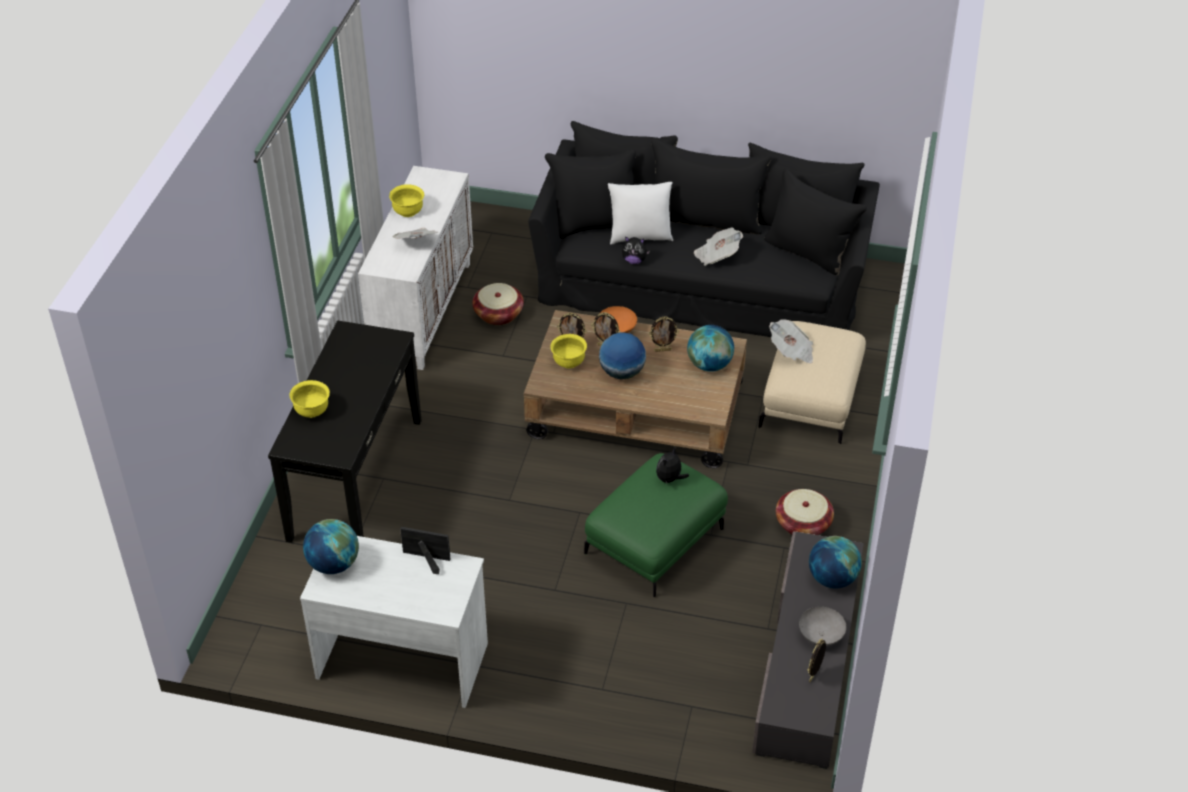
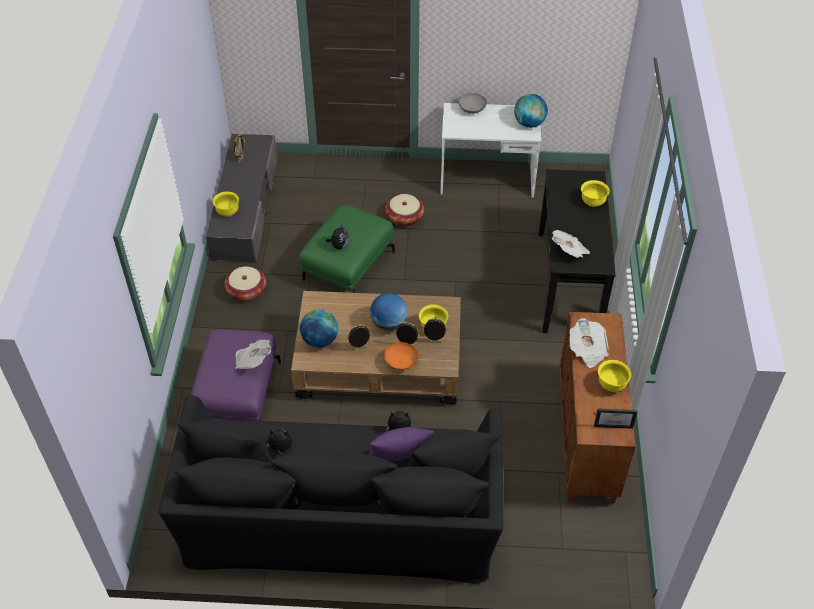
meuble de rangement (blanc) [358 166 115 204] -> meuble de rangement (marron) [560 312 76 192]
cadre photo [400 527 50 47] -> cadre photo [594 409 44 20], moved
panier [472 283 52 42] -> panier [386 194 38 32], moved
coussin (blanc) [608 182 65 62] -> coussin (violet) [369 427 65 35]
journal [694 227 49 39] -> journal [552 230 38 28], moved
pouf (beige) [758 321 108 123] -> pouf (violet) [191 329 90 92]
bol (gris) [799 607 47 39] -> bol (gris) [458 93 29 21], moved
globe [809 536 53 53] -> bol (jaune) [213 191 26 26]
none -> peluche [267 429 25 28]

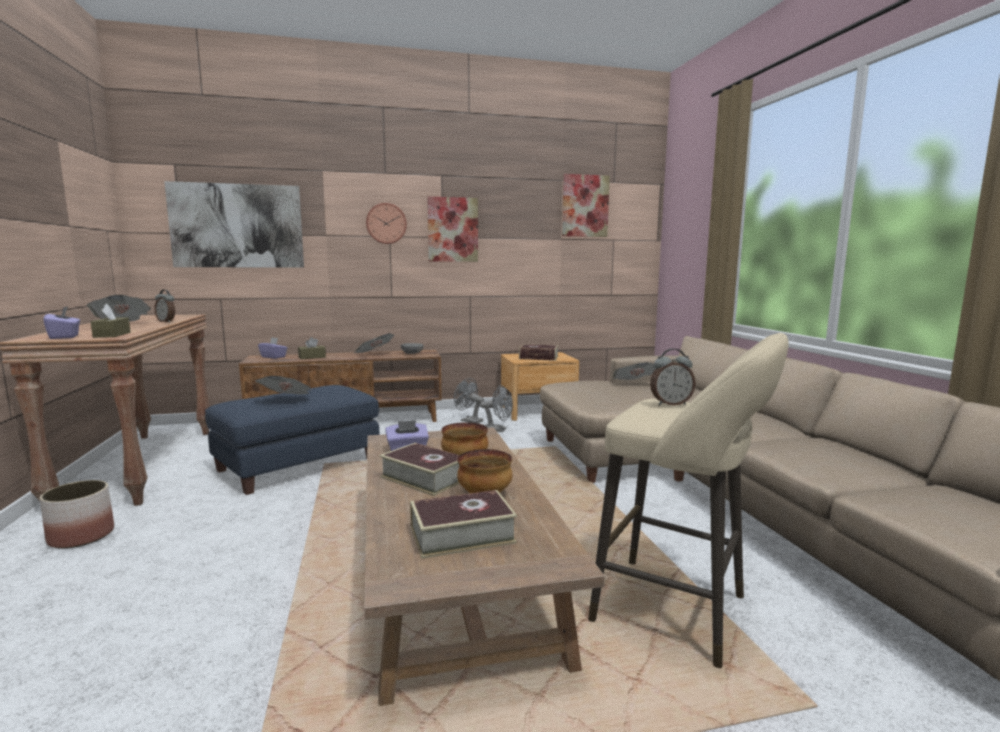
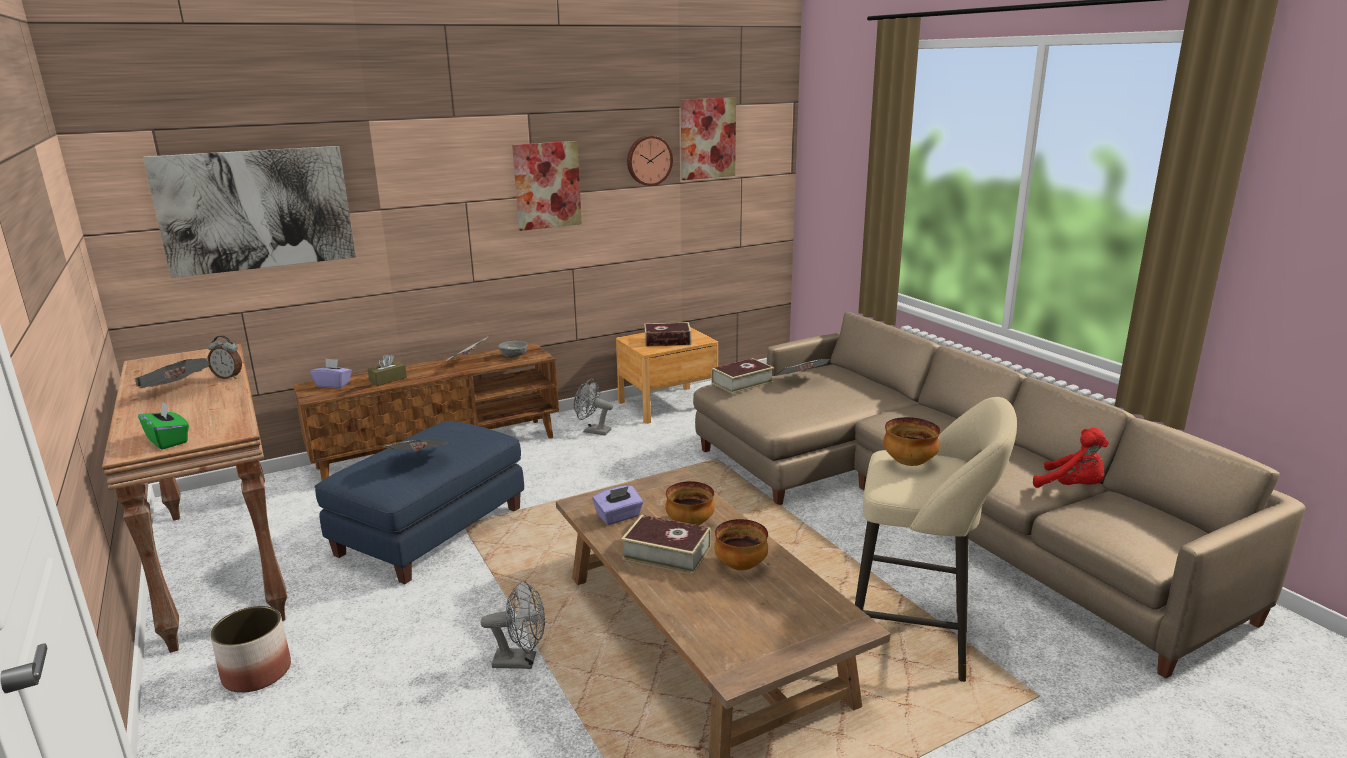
boîte à mouchoirs (violet) [43 306 37 33] -> boîte à mouchoirs (vert) [138 402 51 48]
boîte à mouchoirs (marron) [91 304 39 34] -> none
horloge murale [366 203 41 41] -> horloge murale [627 135 46 51], moved
livre [410 490 107 69] -> livre [711 358 63 36], moved
ventilateur (gris) [480 385 33 47] -> ventilateur (gris) [480 581 65 88], moved
réveil [650 348 46 57] -> bol [883 417 57 49]
none -> peluche (rouge) [1033 428 76 60]

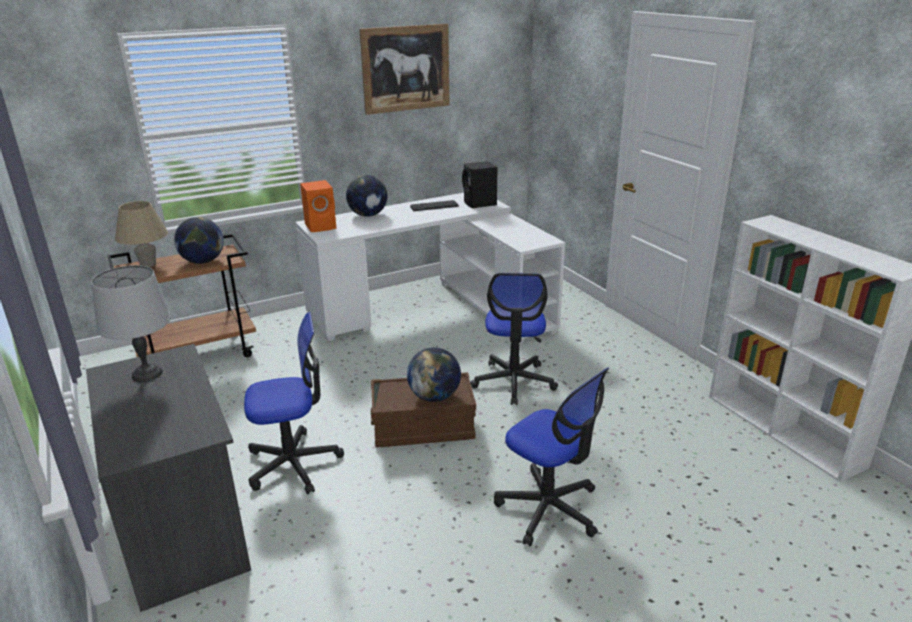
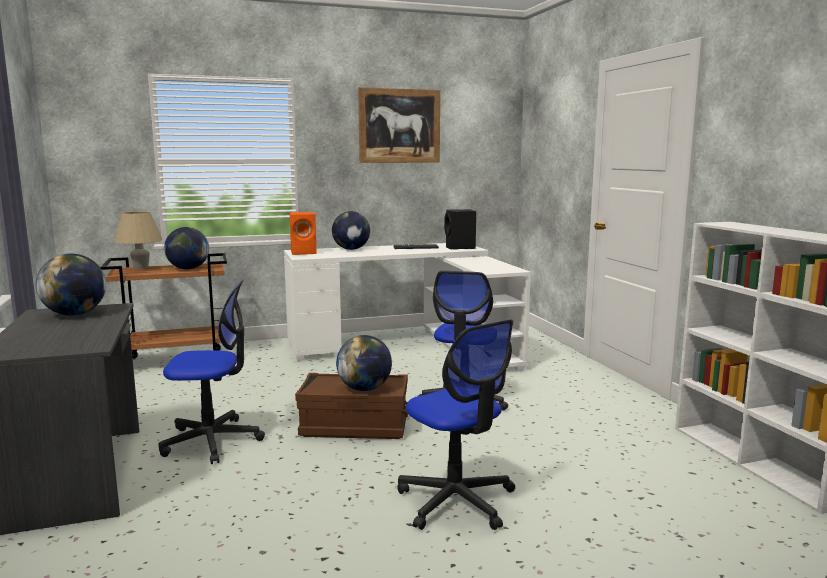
lampe de table (gris) [91 265 80 117] -> globe [36 254 70 62]

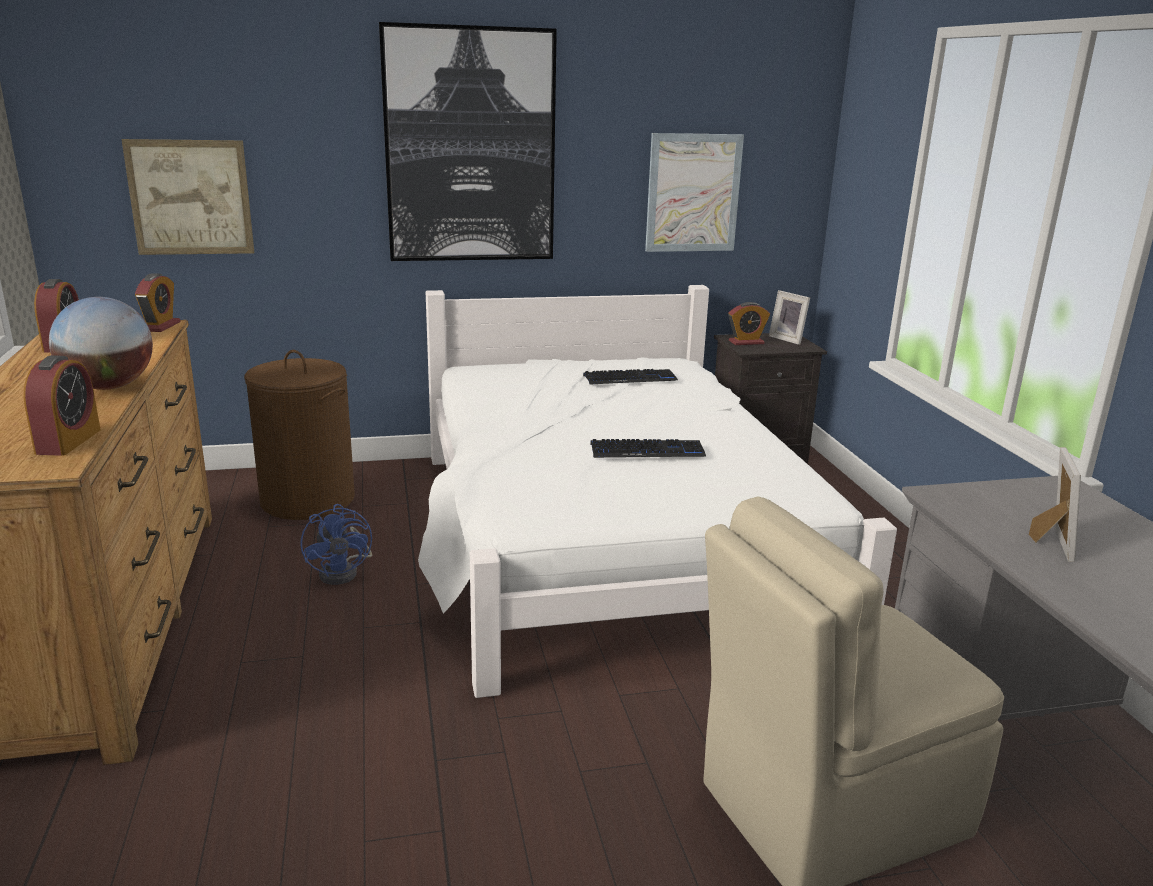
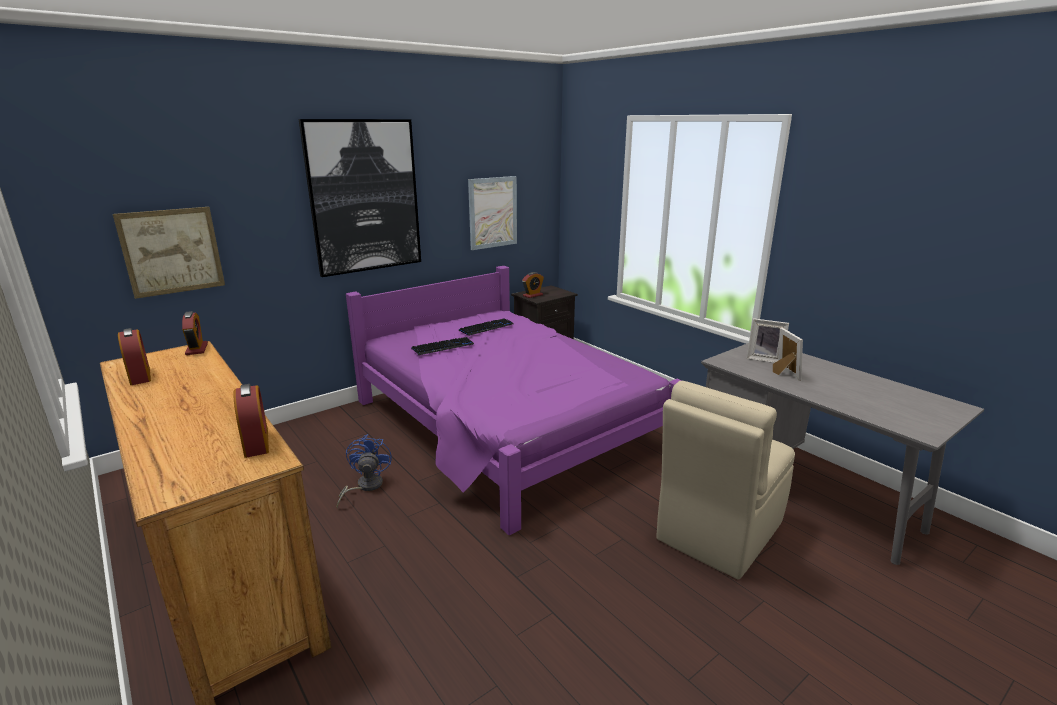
globe [49 297 104 93] -> none
panier à linge (marron) [244 350 111 170] -> none
ventilateur (bleu) [300 504 72 81] -> ventilateur (bleu) [336 434 56 74], 135 degrees counterclockwise
lit (blanc) [418 285 479 413] -> lit (violet) [346 266 336 269]
clavier [590 439 116 19] -> clavier [411 337 63 18], moved
cadre photo [769 290 41 55] -> cadre photo [746 318 43 45], moved

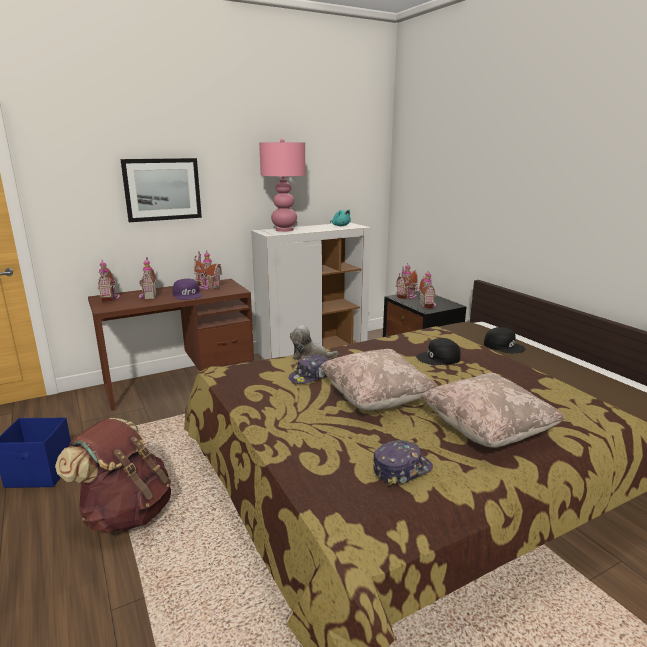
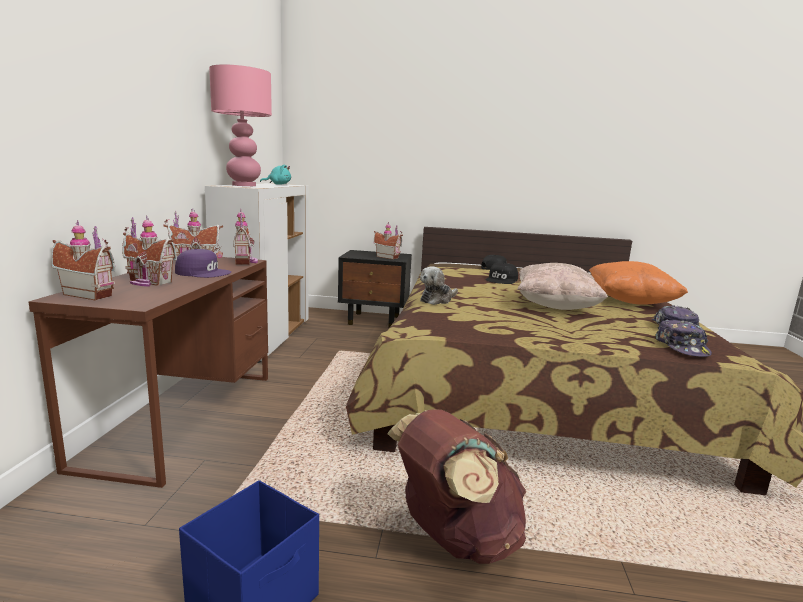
tableau [120 158 82 64] -> none
casquette [289 354 40 30] -> casquette [655 319 57 38], moved
maison miniature [396 264 22 35] -> maison miniature [233 209 25 56], moved
coussin (beige) [420 373 145 74] -> coussin (orange) [589 261 99 44]

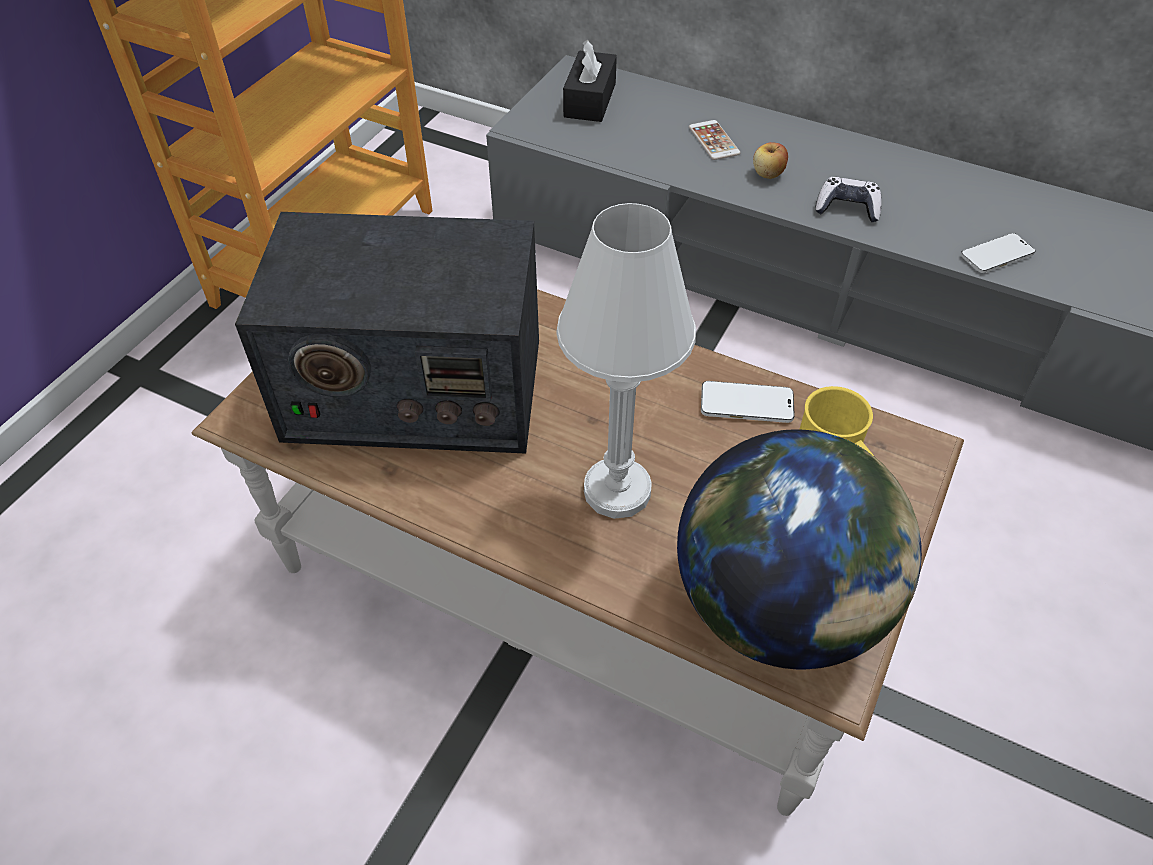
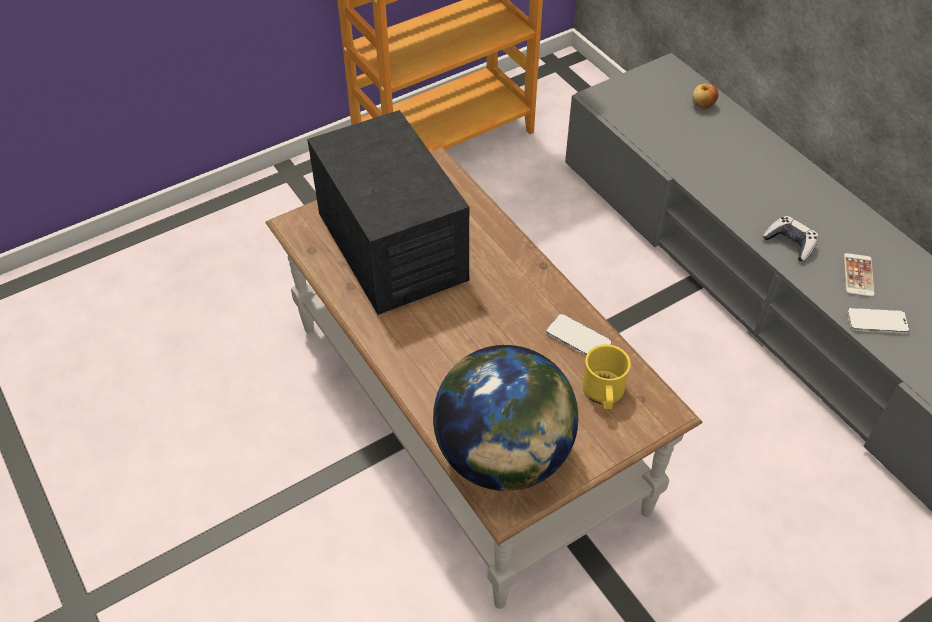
radio [235 212 304 242] -> radio [307 110 162 205], 150 degrees counterclockwise
lampe de table (blanc) [556 203 140 316] -> none
boîte à mouchoirs (noir) [563 40 54 82] -> none
téléphone [689 120 51 40] -> téléphone [844 253 31 44], moved
pomme [753 142 35 37] -> pomme [692 83 26 26], moved

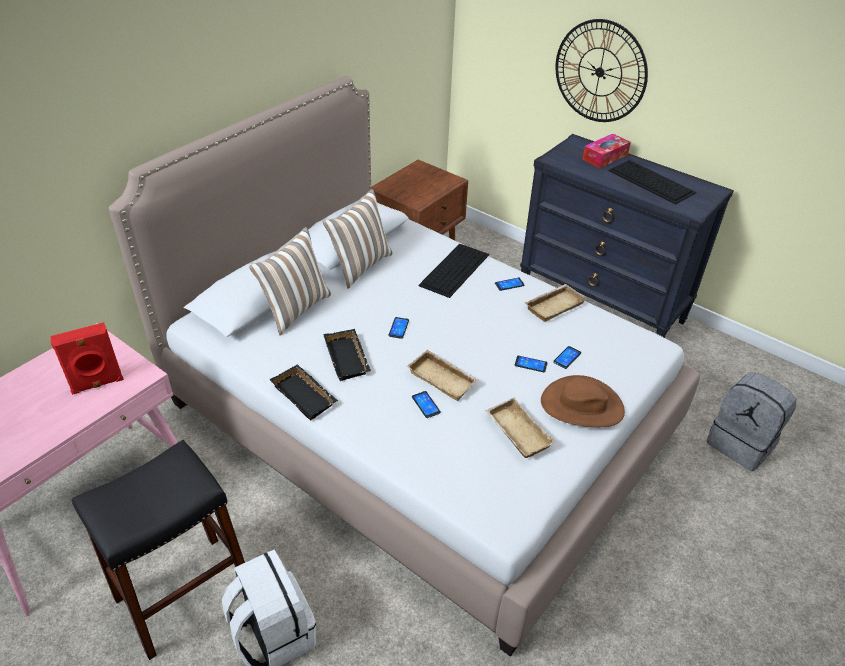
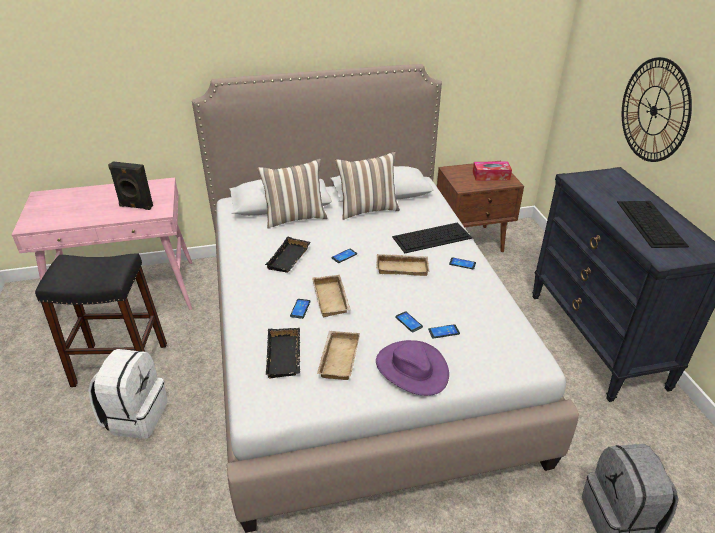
enceinte (rouge) [50 322 74 73] -> enceinte (noir) [108 161 45 49]
plateau (noir) [270 364 68 56] -> plateau (noir) [266 328 34 51], moved
plateau (beige) [525 284 62 38] -> plateau (beige) [376 254 53 22], moved
chapeau (marron) [541 375 84 52] -> chapeau (violet) [376 340 73 56]
boîte à mouchoirs [582 134 49 34] -> boîte à mouchoirs [473 161 39 20], moved

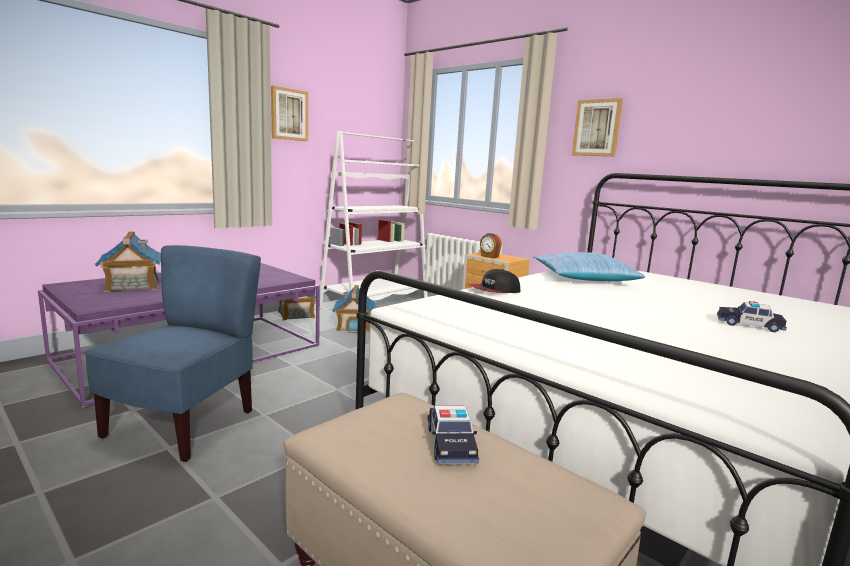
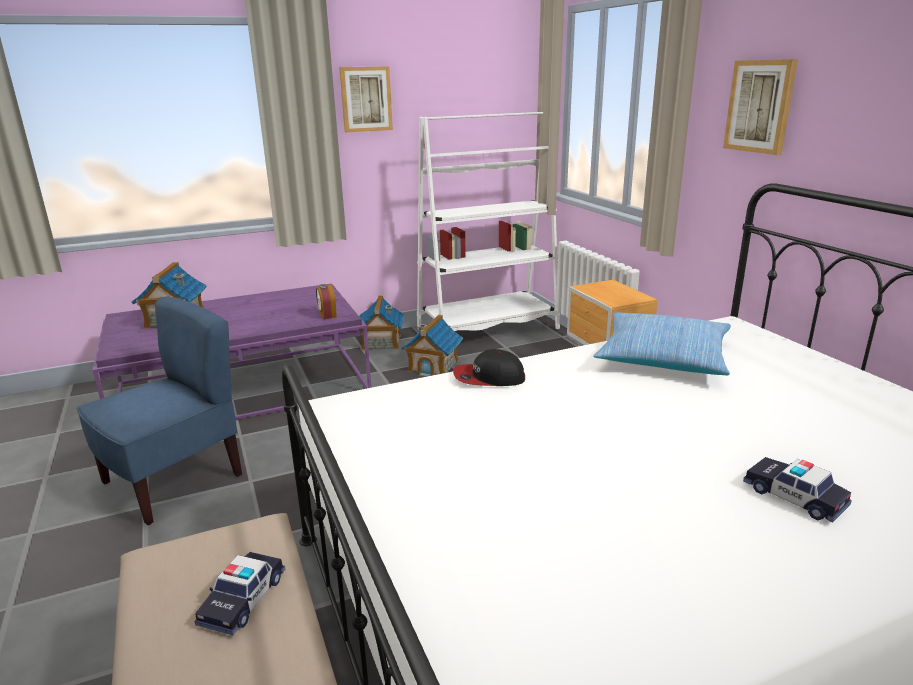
réveil [480 233 22 25] -> réveil [316 284 21 35], moved

